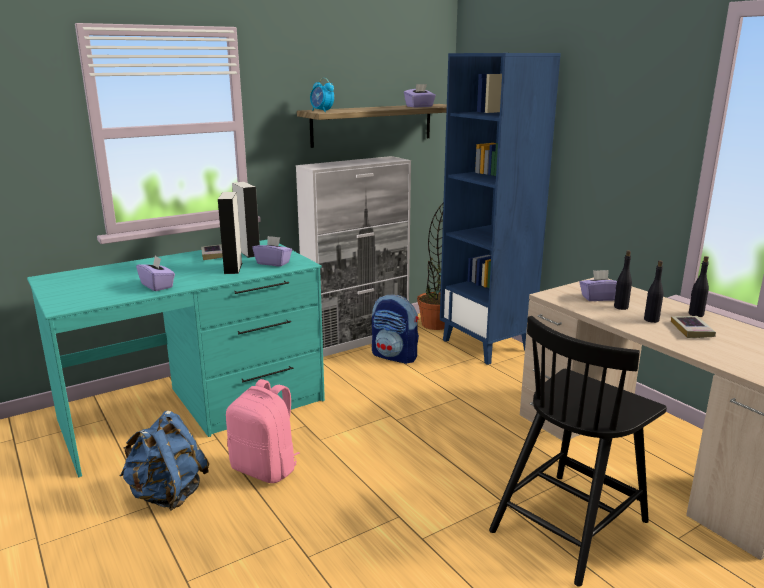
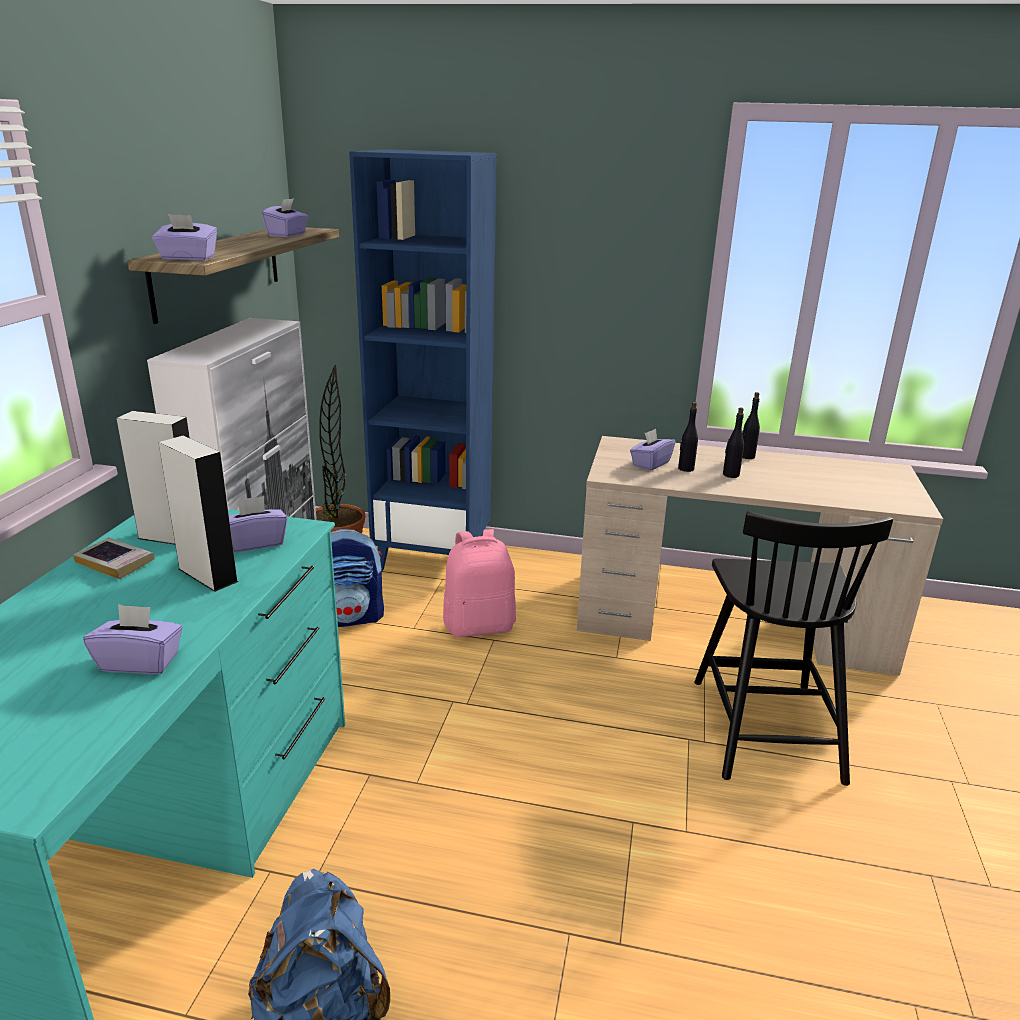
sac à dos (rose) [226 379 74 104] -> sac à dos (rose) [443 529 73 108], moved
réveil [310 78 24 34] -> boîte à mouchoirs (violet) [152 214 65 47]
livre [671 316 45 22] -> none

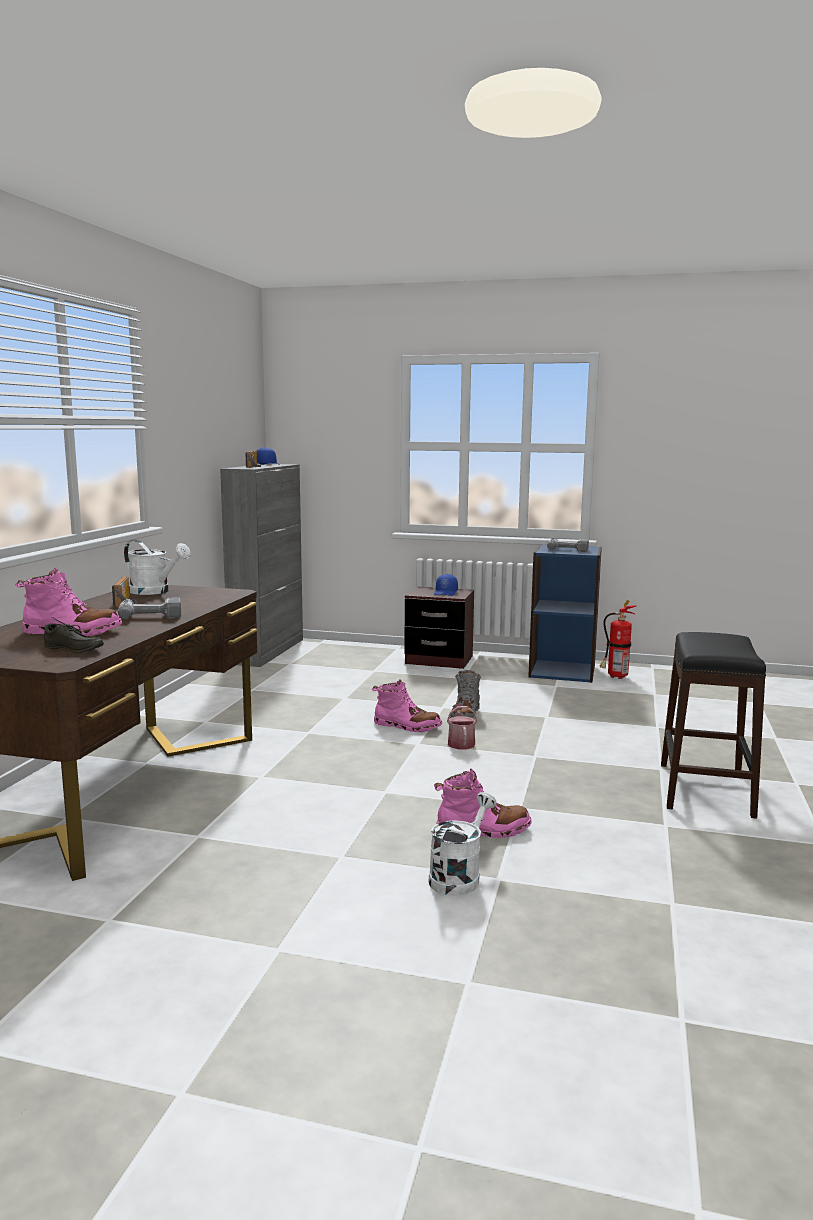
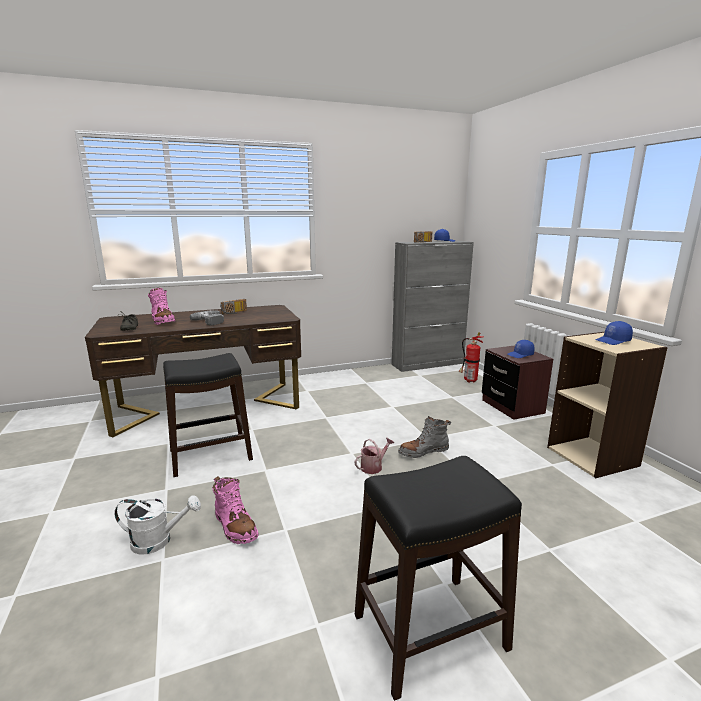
arrosoir (blanc) [124 539 67 56] -> none
botte (rose) [372 680 70 52] -> none
bibliothèque (bleu) [528 544 74 139] -> bibliothèque (beige) [547 332 121 146]
perceuse [547 538 42 14] -> casquette (bleu) [596 321 37 24]
extincteur [599 600 37 79] -> extincteur [459 332 24 51], moved
none -> tabouret (noir) [163 353 90 124]

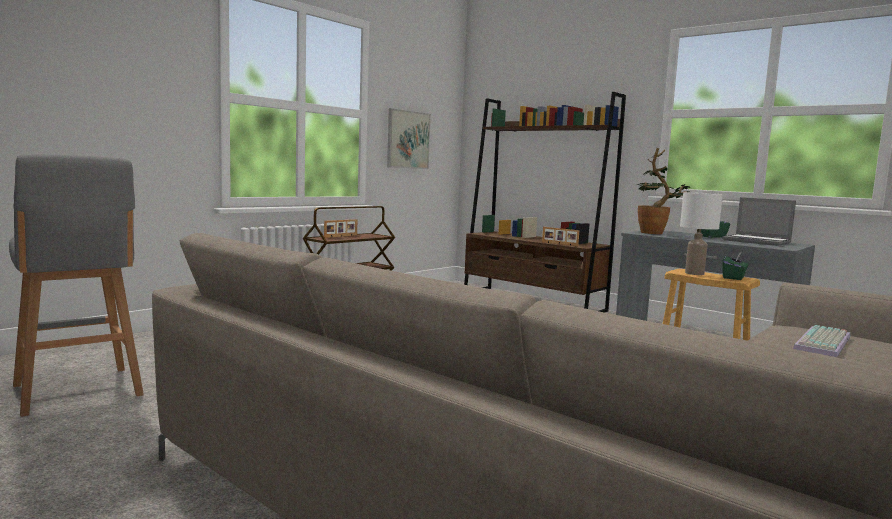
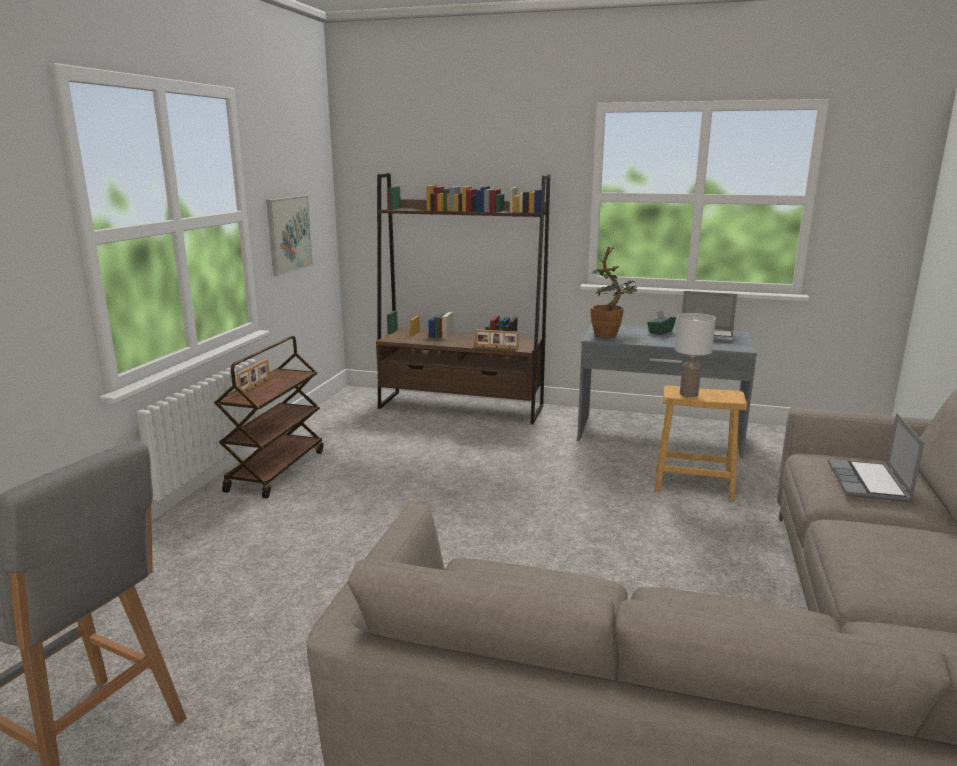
boîte à mouchoirs (vert) [722 252 27 28] -> none
clavier [793 325 57 32] -> ordinateur portable [828 413 96 89]

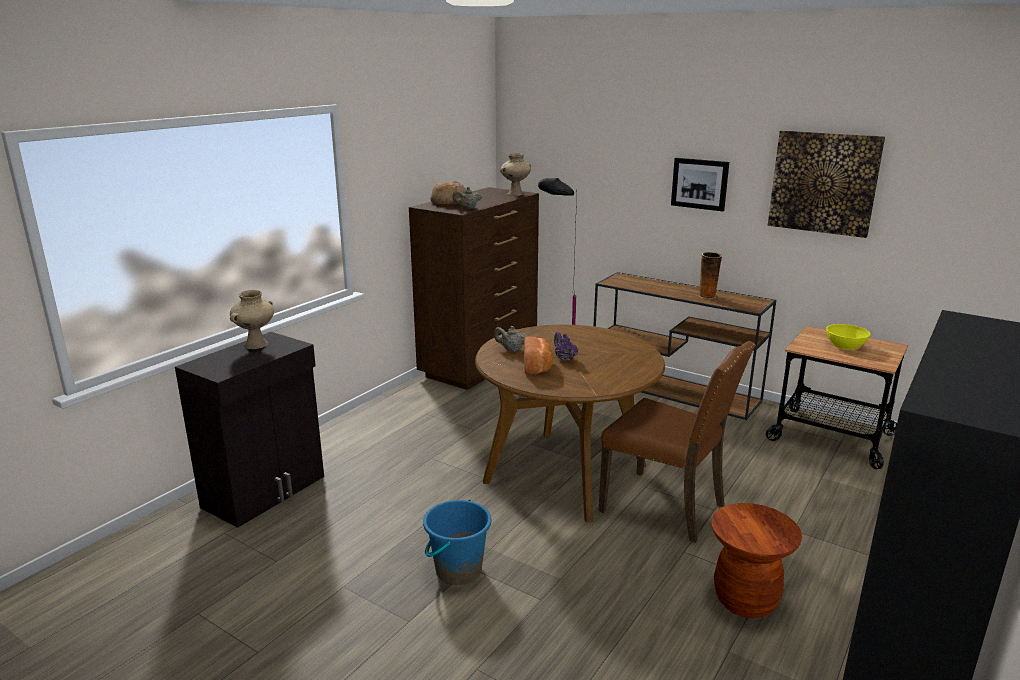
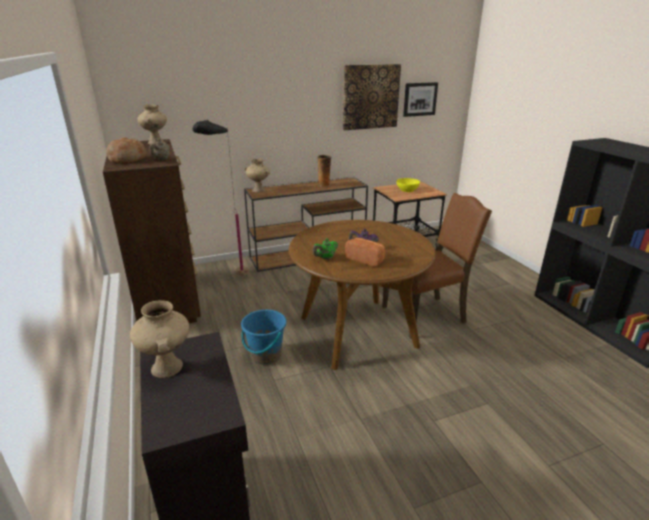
seau (bleu) [423 500 68 85] -> seau (bleu) [241 310 46 55], moved
théière (beige) [494 326 35 26] -> théière (vert) [312 238 26 22]
tableau [671 158 58 53] -> tableau [403 82 35 35], moved
tabouret (marron) [711 503 91 115] -> none
none -> vase (beige) [245 159 25 34]

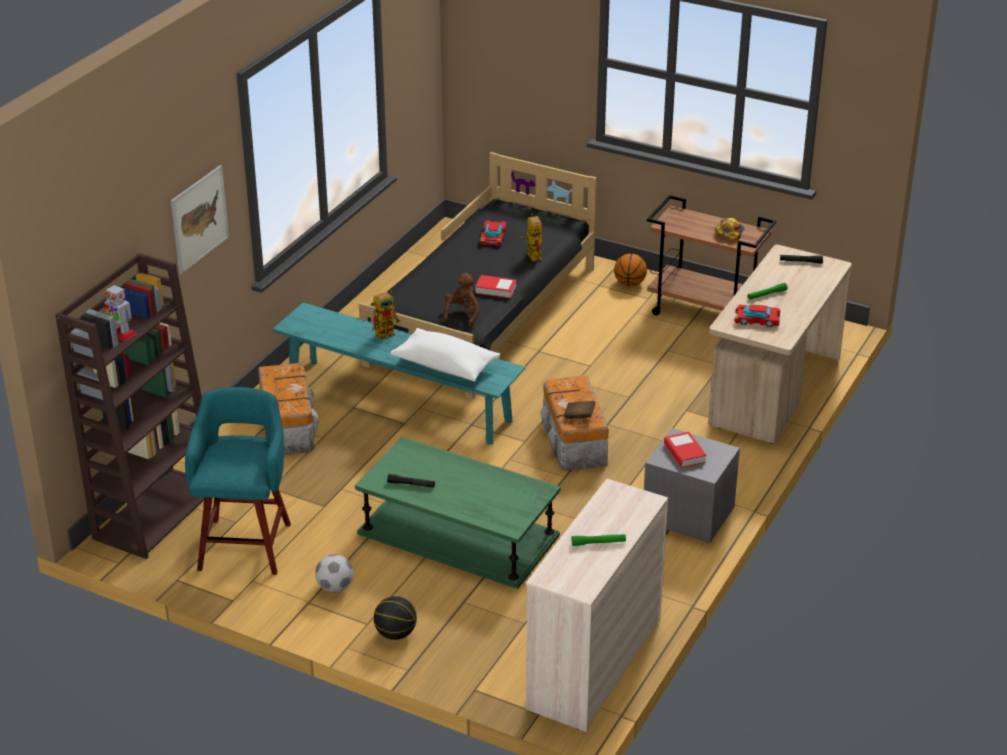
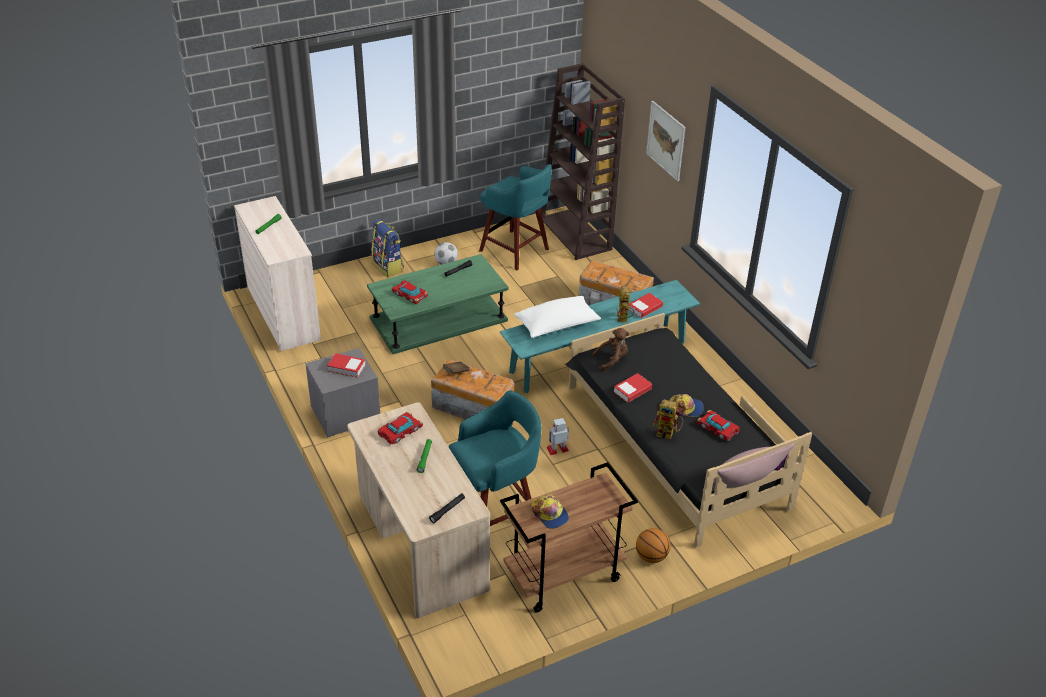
robot jouet [104 284 33 57] -> robot jouet [547 418 22 37], moved
ballon de basket [374 596 43 44] -> sac à dos [371 219 33 58]
peluche (marron) [443 273 37 55] -> peluche (marron) [592 328 37 43], 75 degrees counterclockwise
none -> petite voiture [392 280 36 24]
none -> tabouret (turquoise) [449 390 92 136]
none -> livre [628 293 35 25]
none -> casquette [670 394 34 23]
none -> coussin (rose) [703 443 91 48]

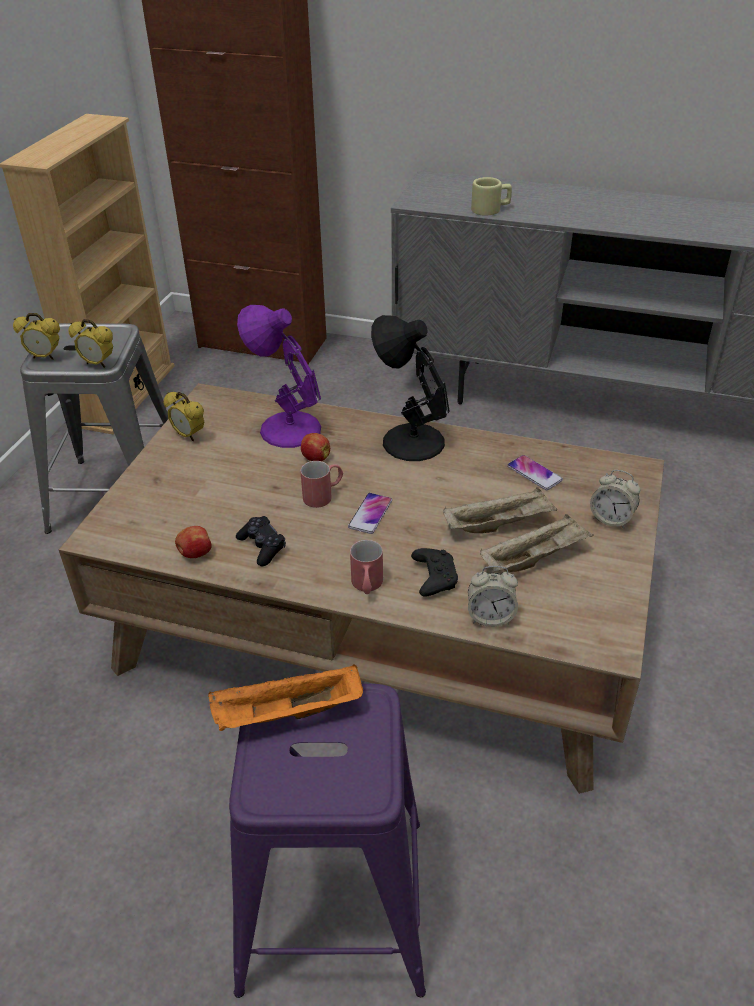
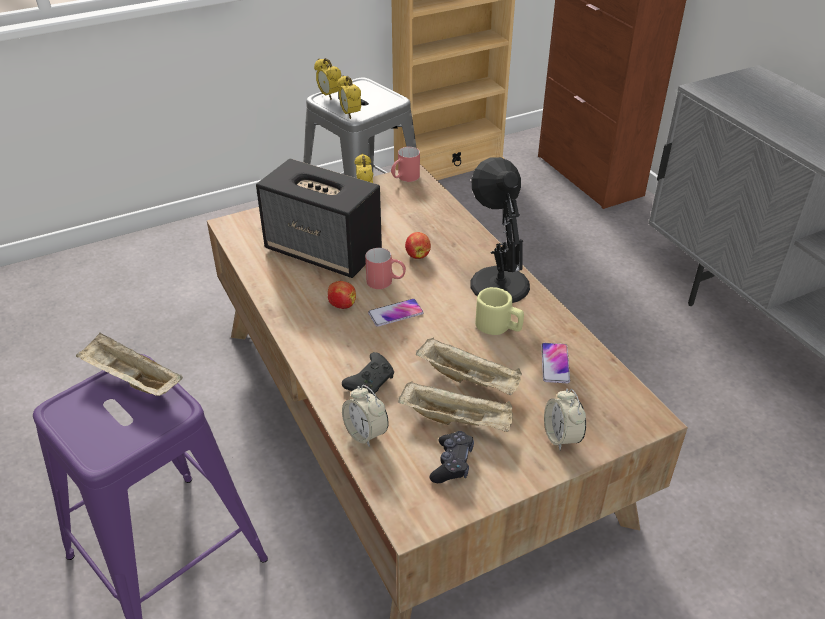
pomme [175 526 37 32] -> pomme [328 281 28 28], moved
plateau (orange) [208 664 155 67] -> plateau (beige) [76 333 107 63]
manette (noir) [236 516 50 50] -> manette (noir) [430 431 44 52], moved
lampe de table (violet) [237 305 84 143] -> none
mug (rouge) [350 540 33 54] -> mug (rouge) [391 147 29 35], moved
mug (beige) [471 177 41 39] -> mug (beige) [475 287 49 48], moved
none -> enceinte [256 159 126 119]

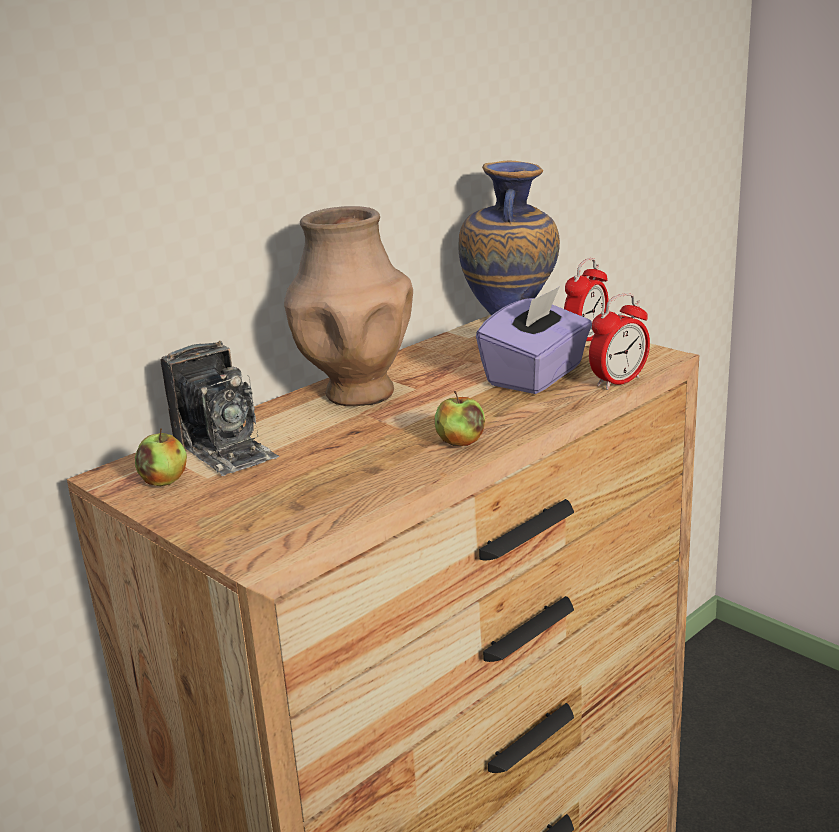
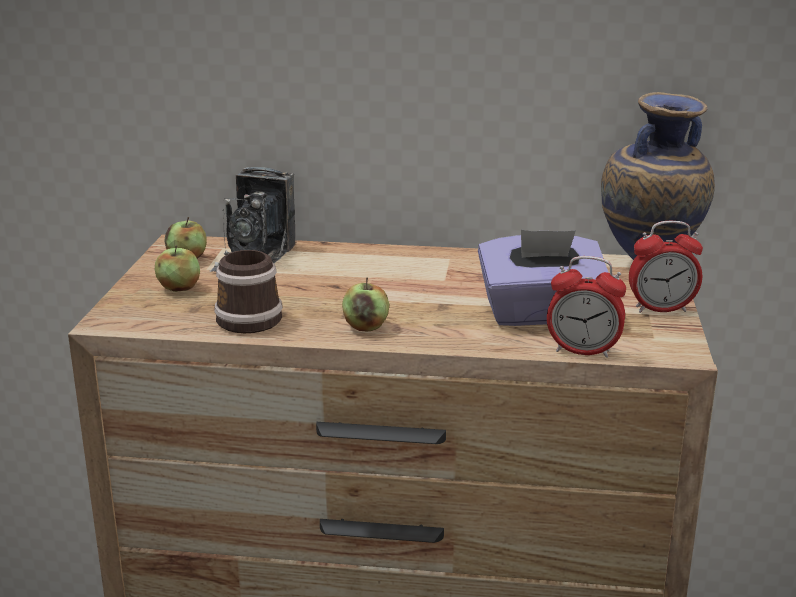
vase (marron) [284 206 129 200] -> none
none -> pomme [155 245 45 47]
none -> mug [214 250 69 83]

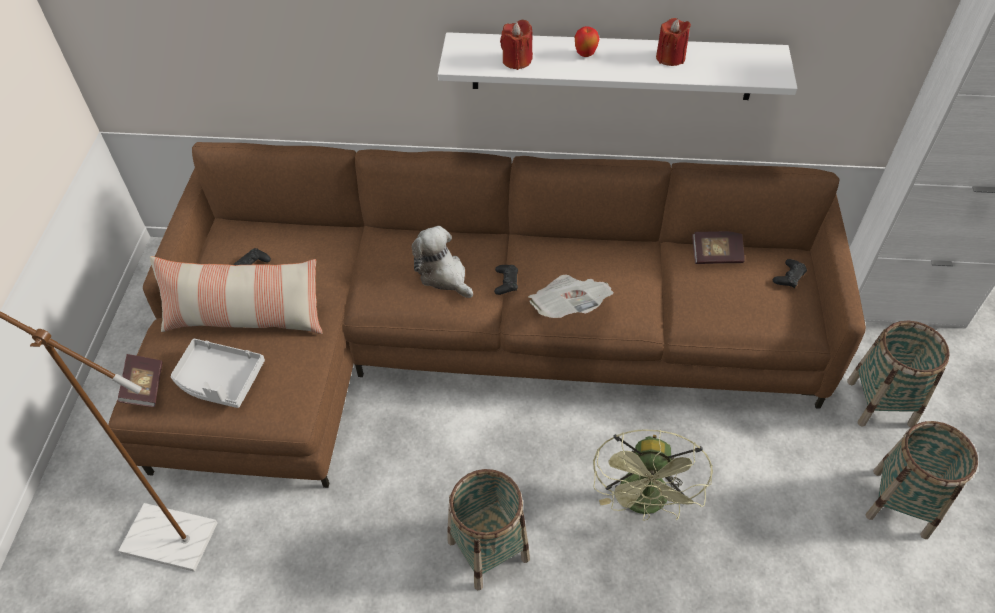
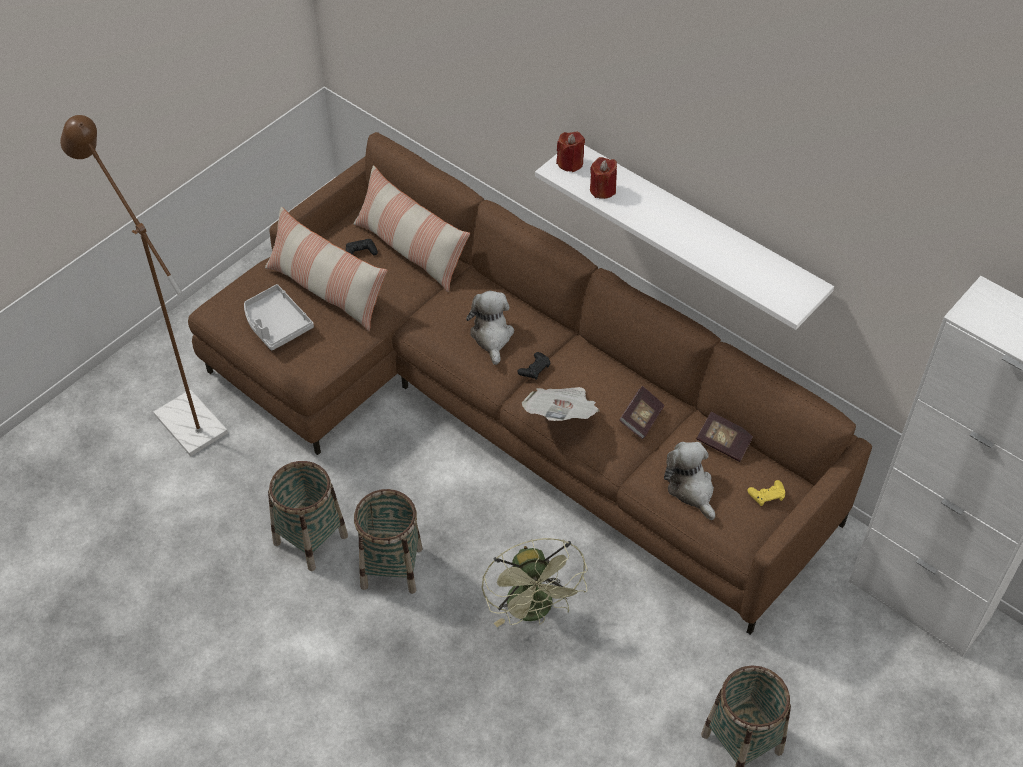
livre [117 354 45 53] -> livre [619 386 45 53], moved
pomme [575 26 24 31] -> none
ventilateur (vert) [593 430 120 91] -> ventilateur (vert) [481 538 107 89], 60 degrees counterclockwise
bougie (rouge) [656 18 35 48] -> bougie (rouge) [556 131 29 41], moved
manette (noir) [773 259 34 29] -> manette (jaune) [747 480 38 26]
panier [847 321 103 106] -> panier [268 461 80 110], moved
none -> coussin [354 165 116 127]
none -> peluche [664 442 51 78]

